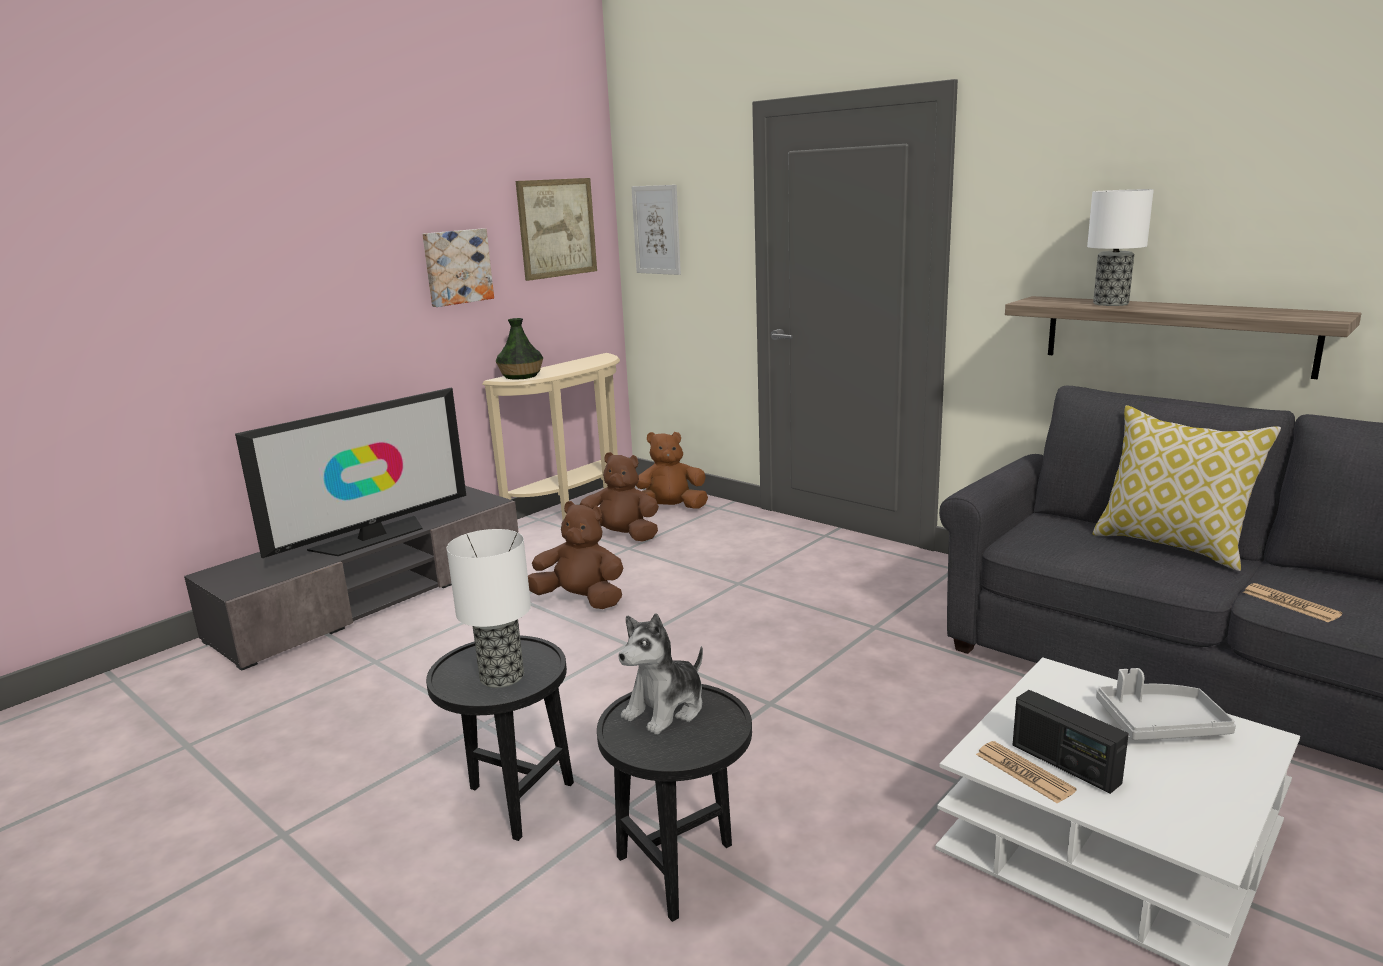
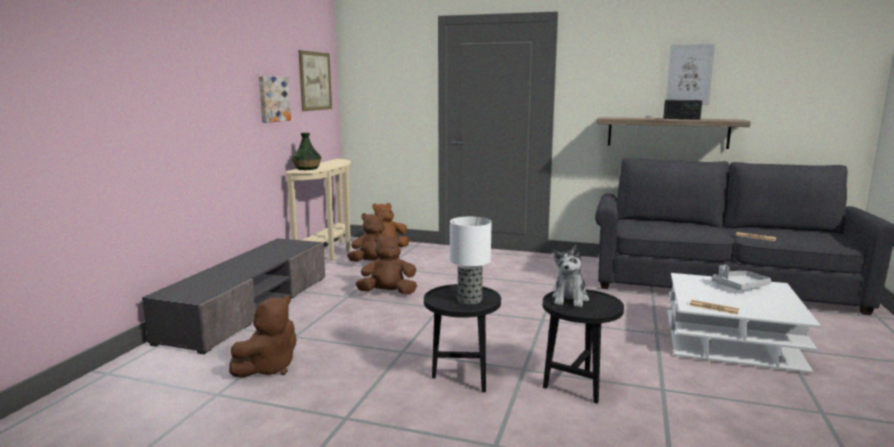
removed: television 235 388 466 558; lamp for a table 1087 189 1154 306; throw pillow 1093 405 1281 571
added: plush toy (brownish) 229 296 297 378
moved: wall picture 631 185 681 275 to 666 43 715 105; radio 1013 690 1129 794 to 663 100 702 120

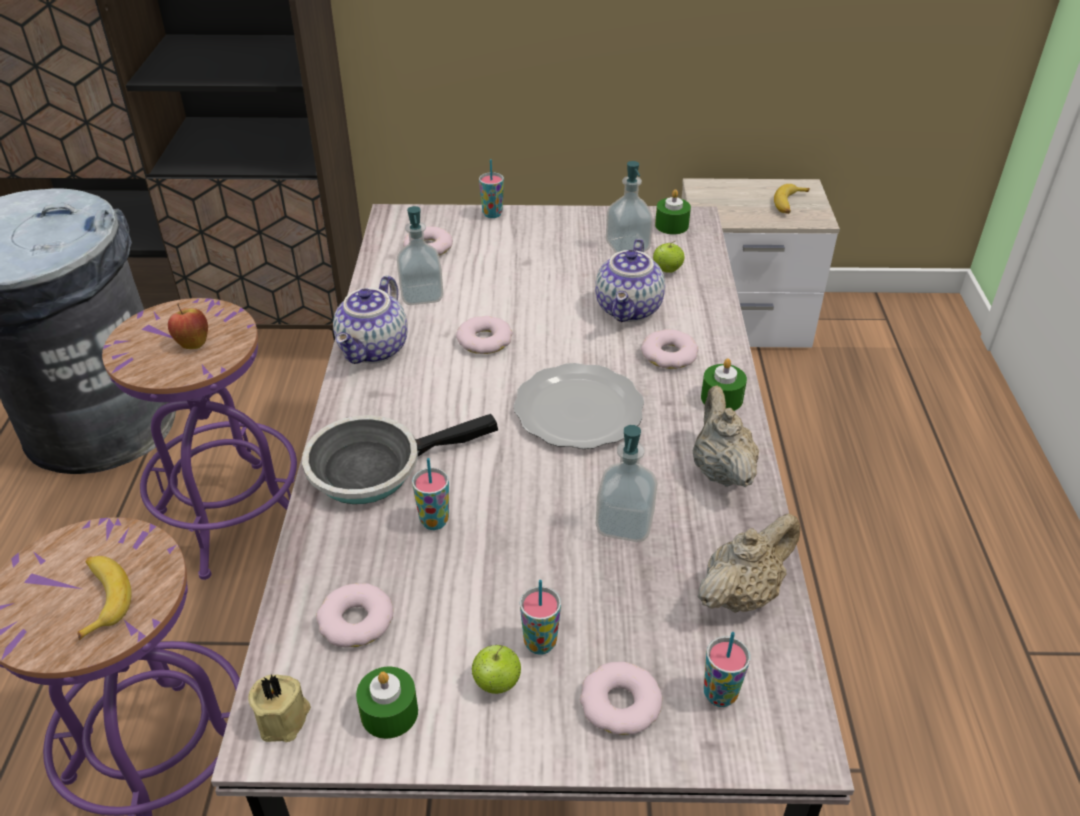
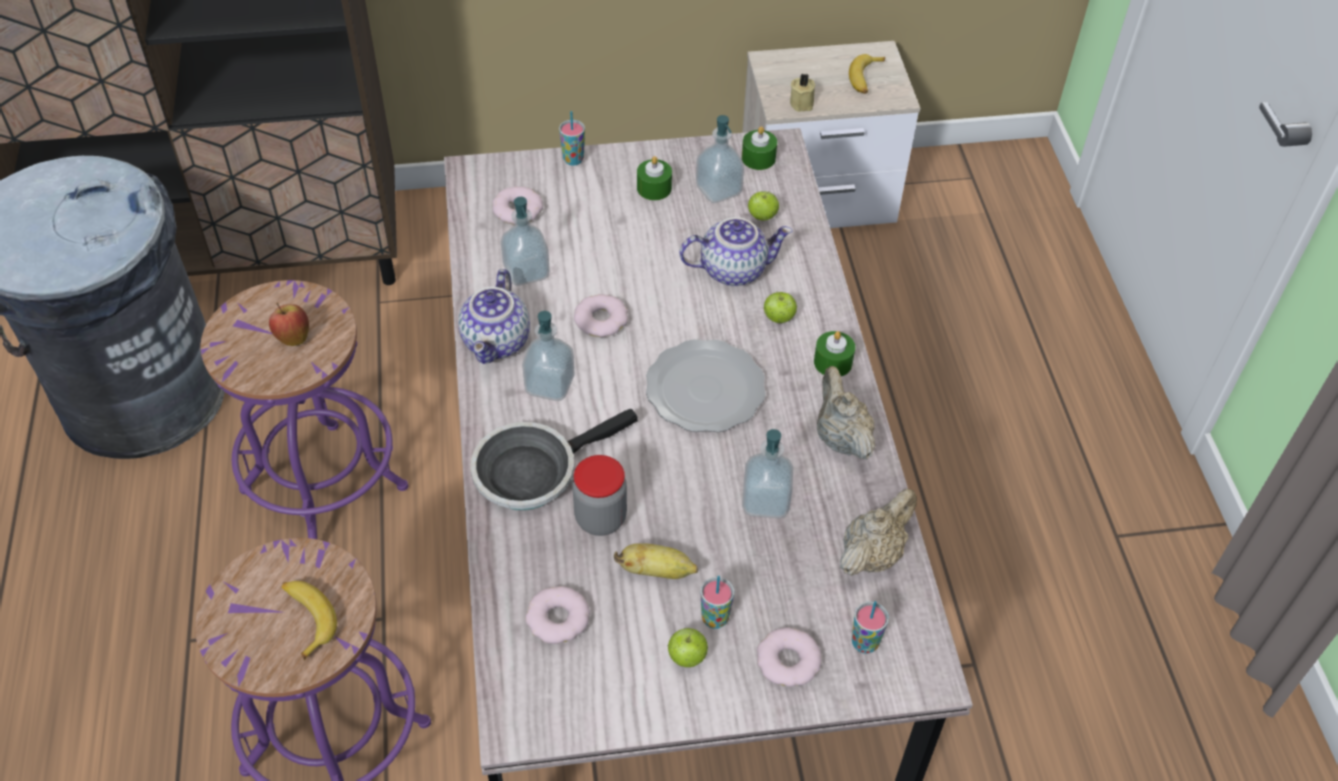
added: soap bottle 522 311 575 401; banana fruit 614 543 698 579
moved: candle (beige-coloured) 248 674 311 742 to 790 73 815 112; candle (green-coloured) 356 667 418 739 to 637 156 672 200
replaced: drinking cup 412 458 449 530 to preserve jar 572 455 627 536; doughnut 641 329 699 369 to apple fruit 764 291 797 323
turned: tea pot 595 238 665 322 = 679 217 792 286 105 degrees counterclockwise

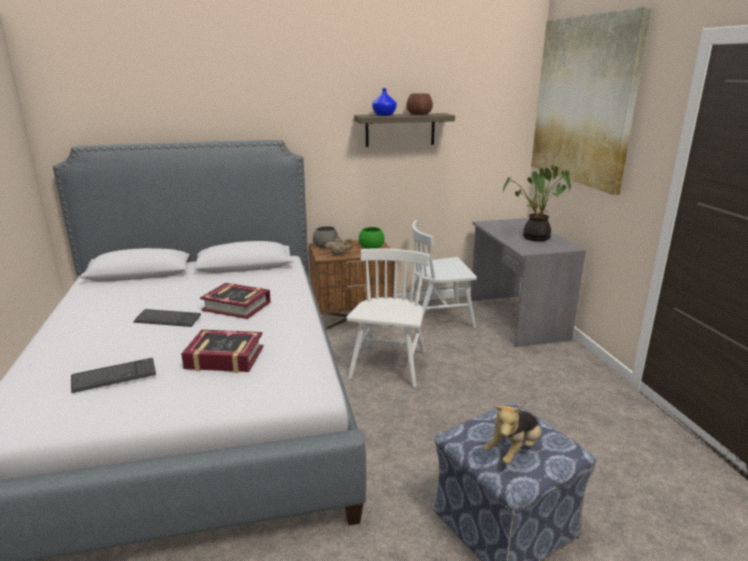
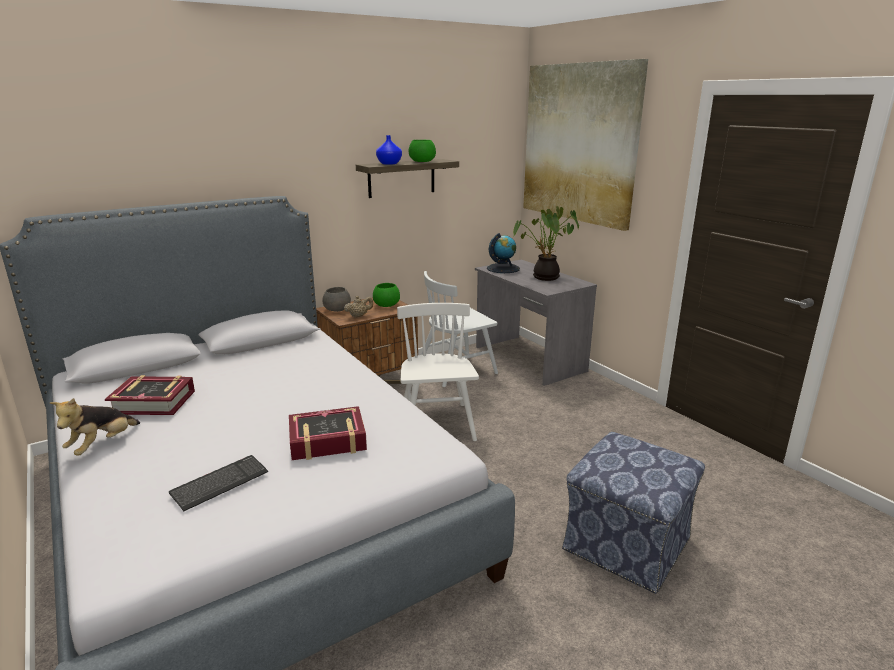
removed: computer keyboard 133 309 201 327
added: globe 487 233 520 273
moved: bound book 200 283 271 319 to 105 375 195 415; plush toy 484 406 541 464 to 50 398 140 456
recoloured: deep dish (brownish) 407 93 433 115 to deep dish (green-coloured) 409 140 436 162

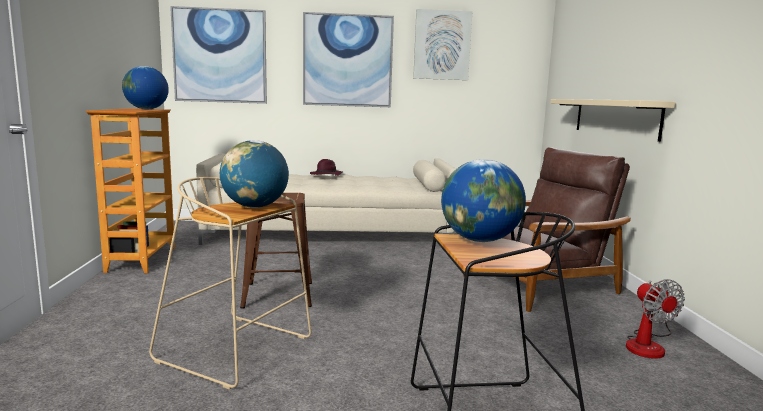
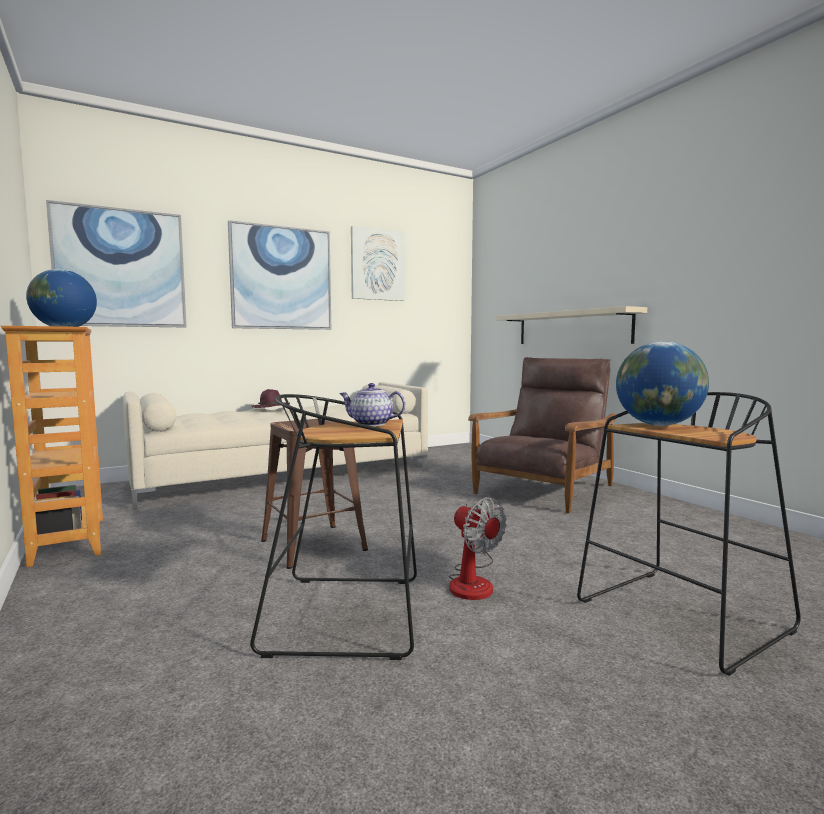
moved: cooling fan 626 279 685 359 to 449 497 507 600
replaced: globe 220 140 289 208 to tea pot 339 383 406 426
recoloured: stool (beige-coloured) 149 177 312 390 to stool (black-coloured) 250 394 417 660

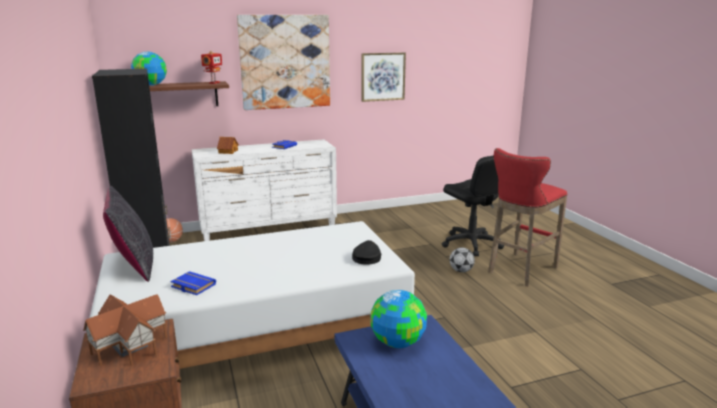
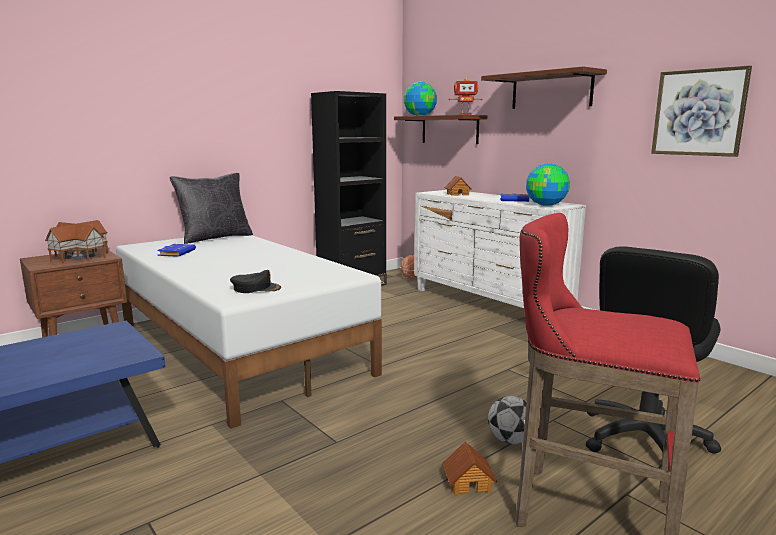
added: toy house 442 441 497 495
moved: globe 370 290 427 348 to 526 163 570 206
replaced: wall picture 237 15 330 110 to wall shelf (brownish) 481 66 607 109

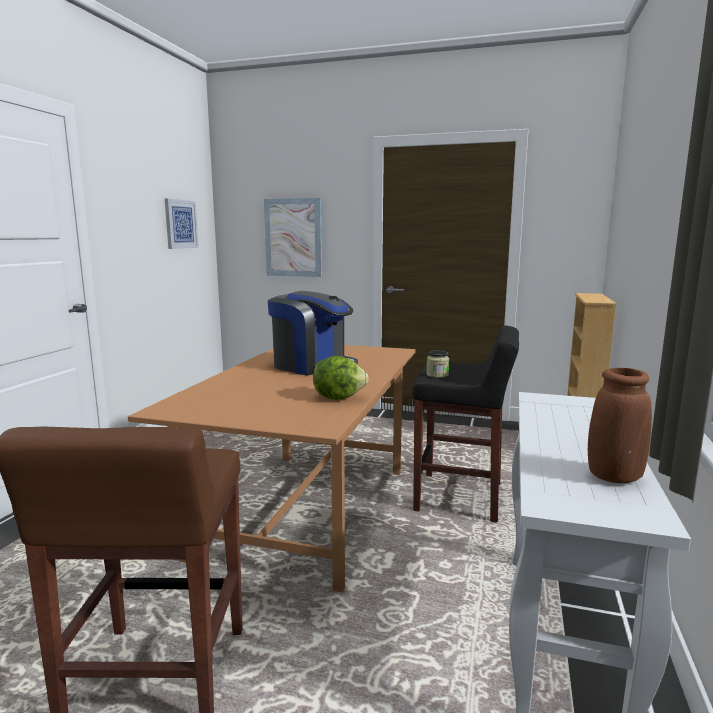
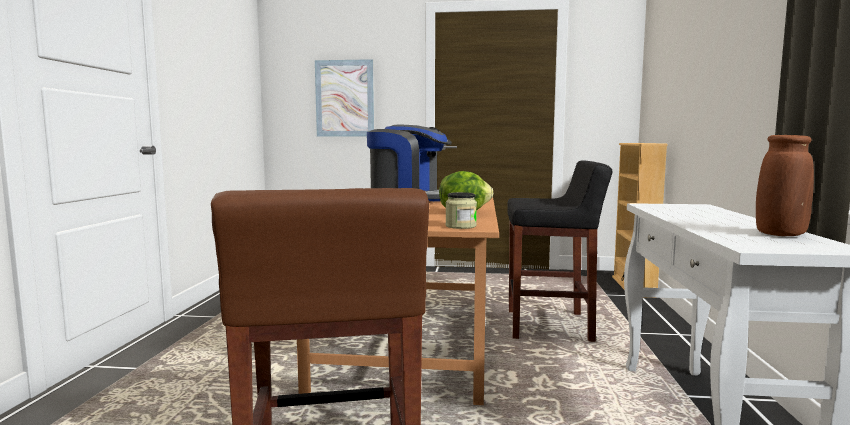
removed: wall picture 165 198 199 249
moved: preserve jar 426 350 449 378 to 445 192 477 229

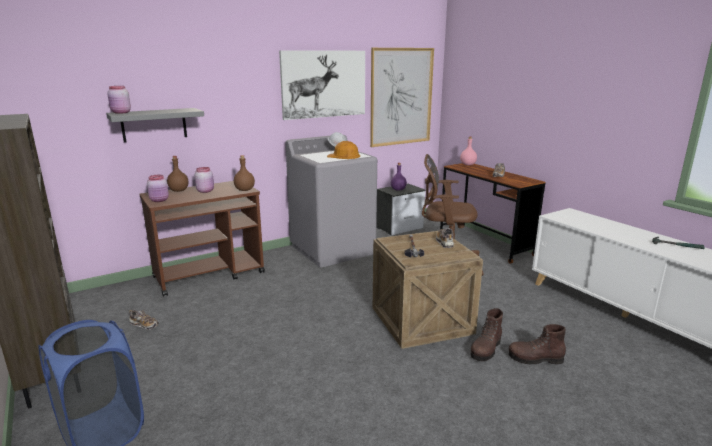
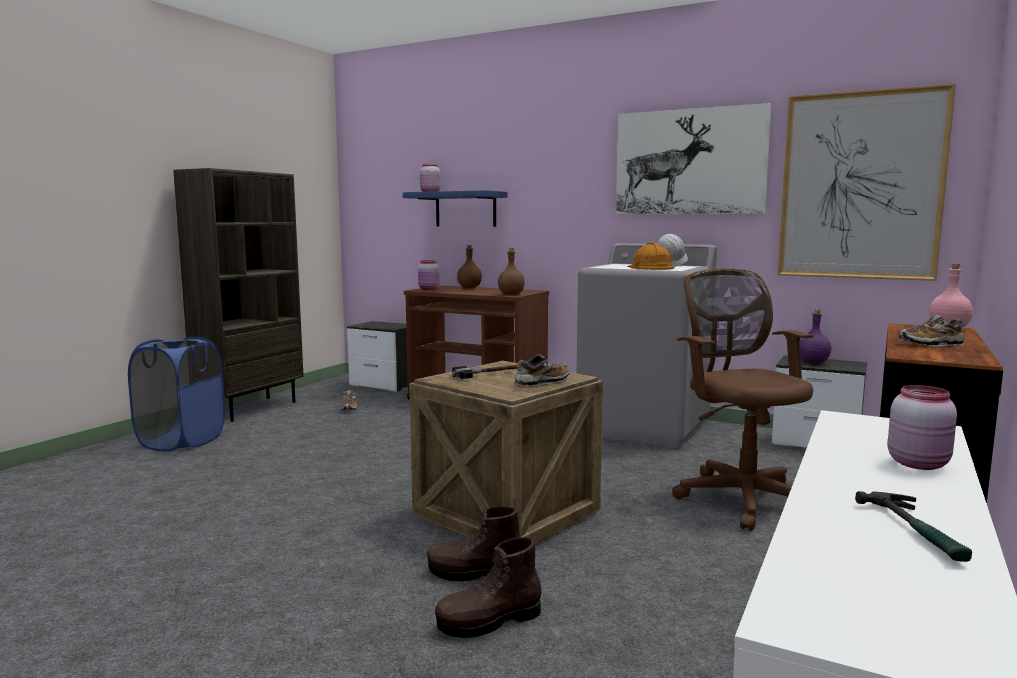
added: nightstand 347 321 408 392
moved: preserve jar (pinkish) 195 167 214 193 to 887 385 957 470
recoloured: wall shelf (grey) 106 108 204 143 to wall shelf (bluish) 403 190 507 227
turned: boot (brownish) 509 324 566 364 = 435 537 541 638 90 degrees counterclockwise

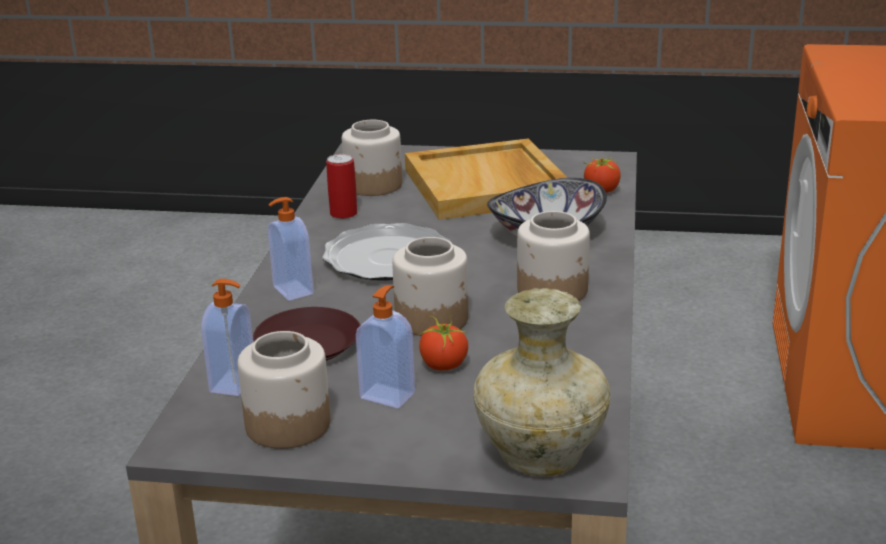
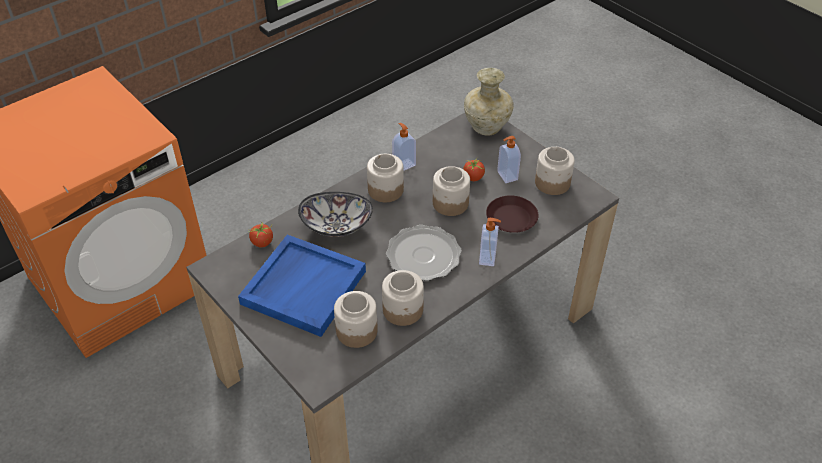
moved: soap bottle 201 279 253 396 to 392 123 416 171
replaced: metal can 326 154 357 219 to preserve jar 382 270 424 326
recoloured: tray (beige-coloured) 405 139 567 220 to tray (bluish) 238 235 366 337

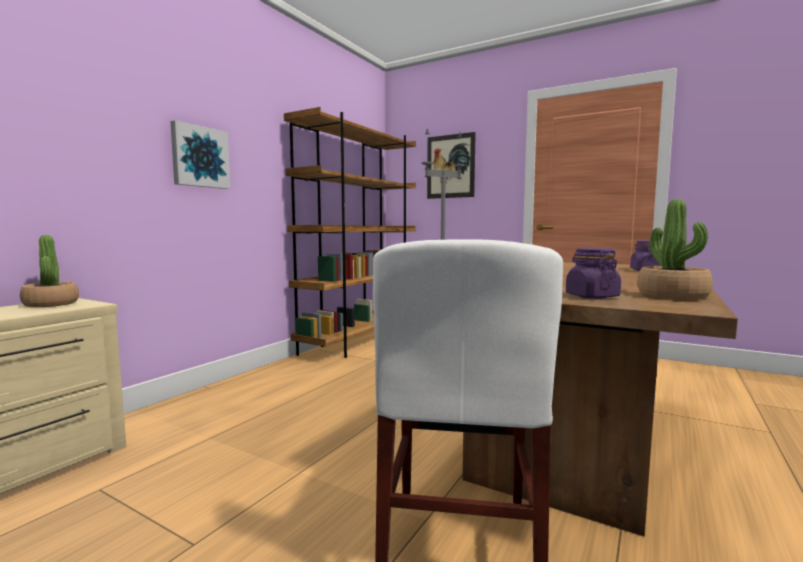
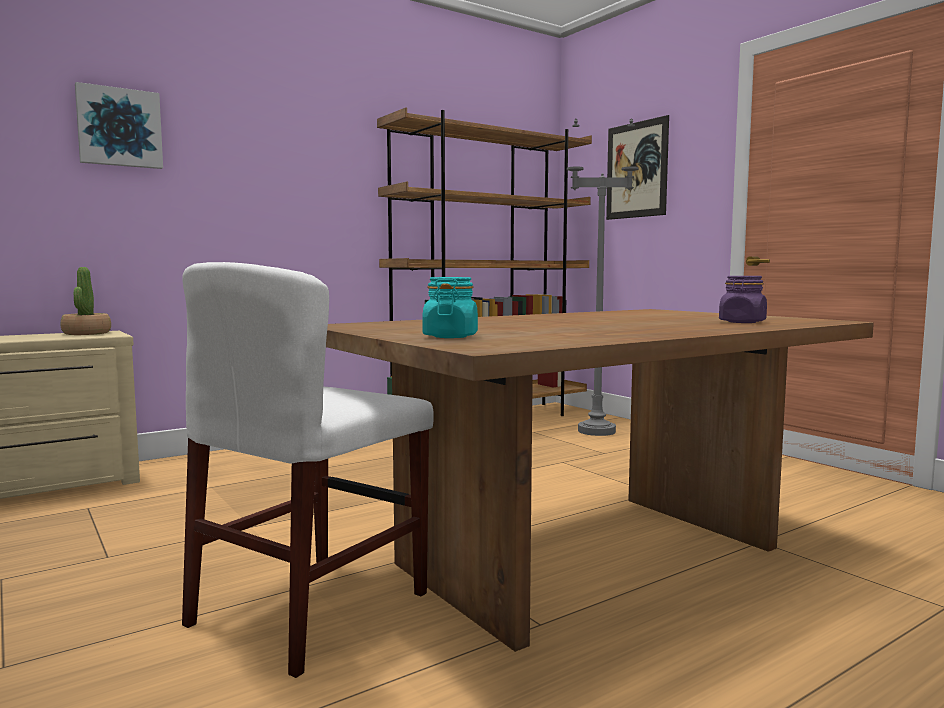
removed: plant in a pot 637 199 713 300
moved: wall picture 170 120 230 189 to 75 82 163 169
recoloured: preserve jar (purple-coloured) 566 248 621 299 to preserve jar (turquoise) 423 277 478 338

